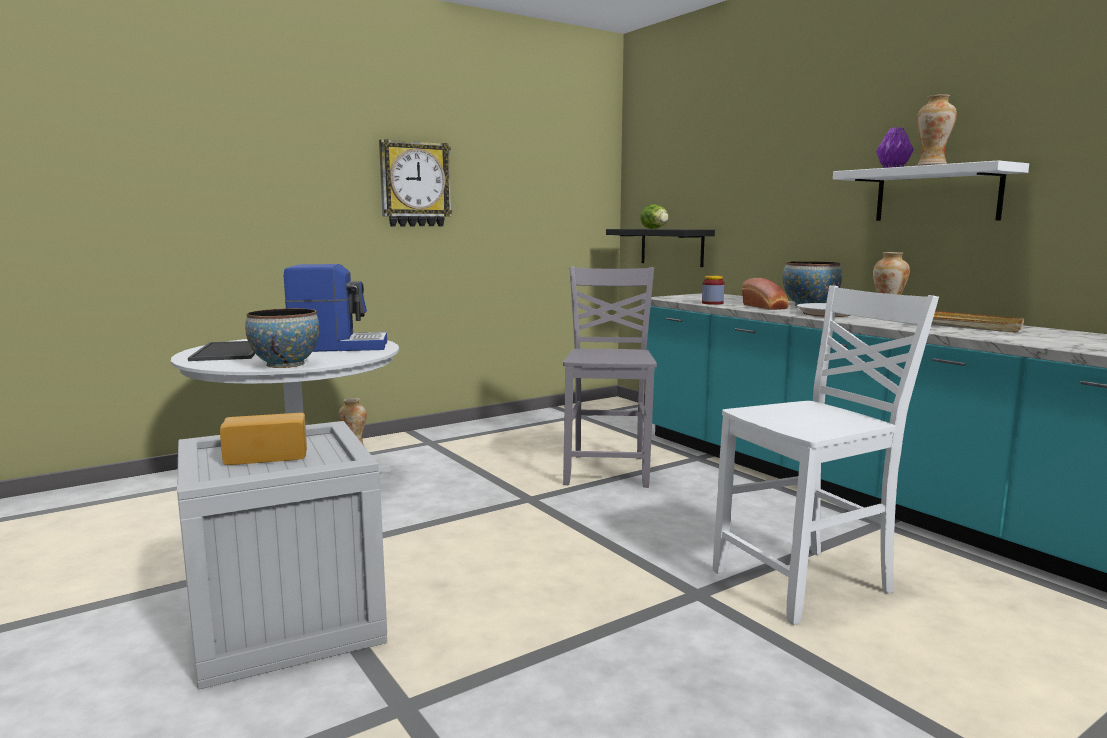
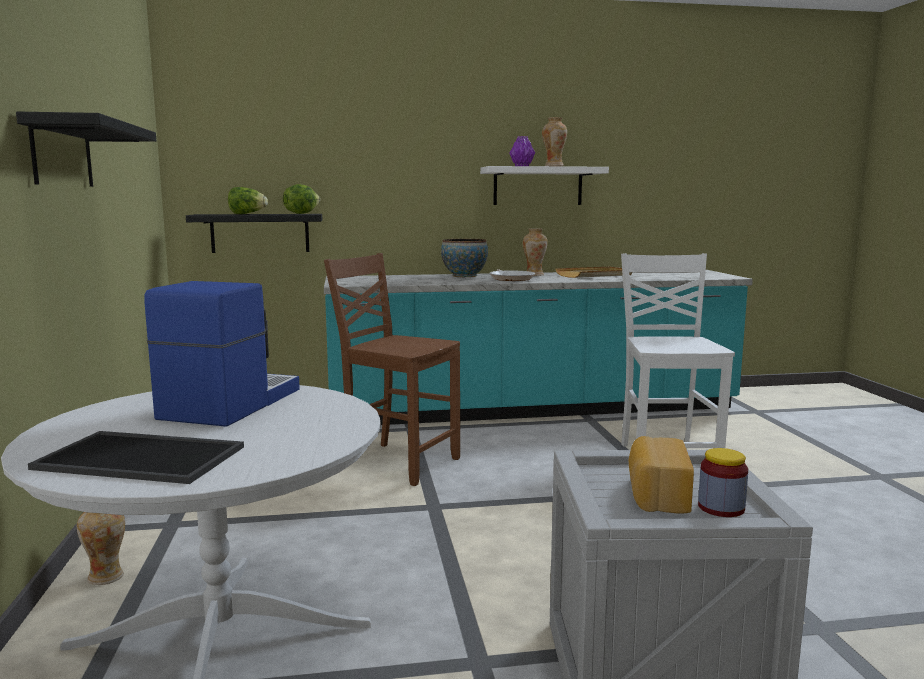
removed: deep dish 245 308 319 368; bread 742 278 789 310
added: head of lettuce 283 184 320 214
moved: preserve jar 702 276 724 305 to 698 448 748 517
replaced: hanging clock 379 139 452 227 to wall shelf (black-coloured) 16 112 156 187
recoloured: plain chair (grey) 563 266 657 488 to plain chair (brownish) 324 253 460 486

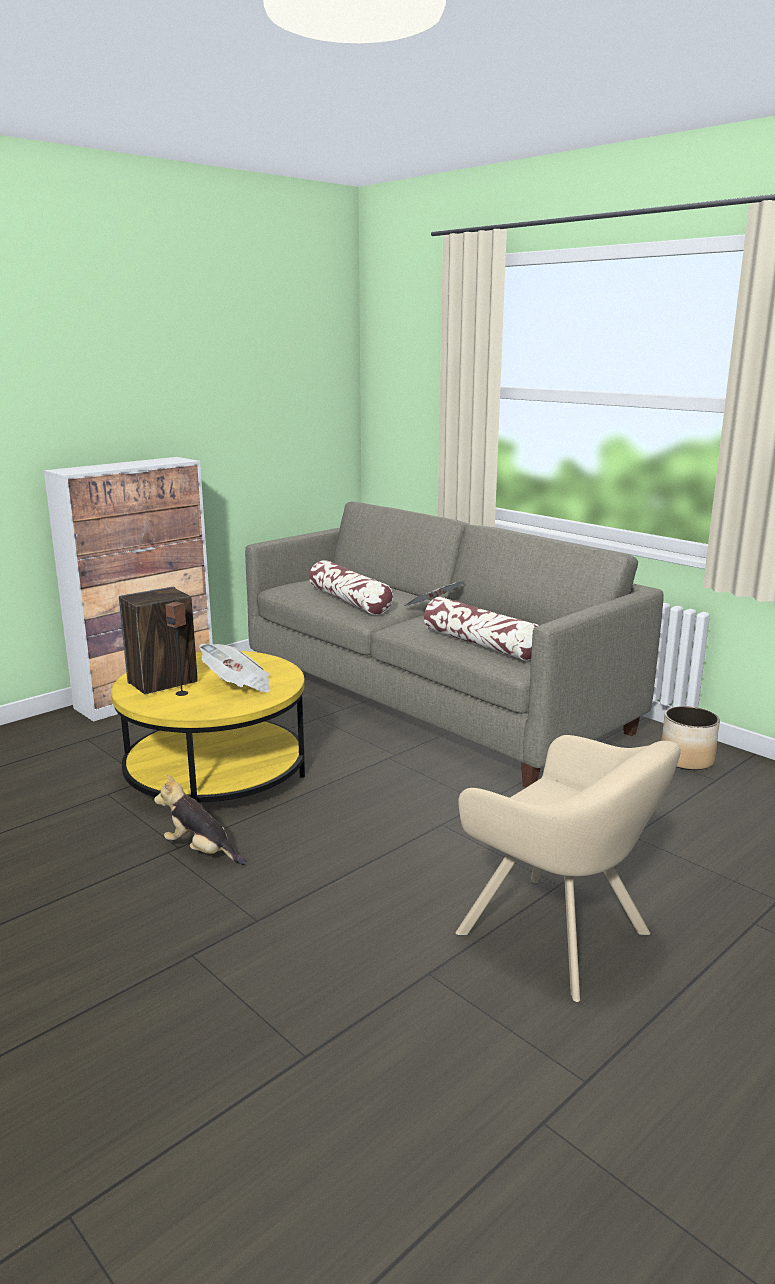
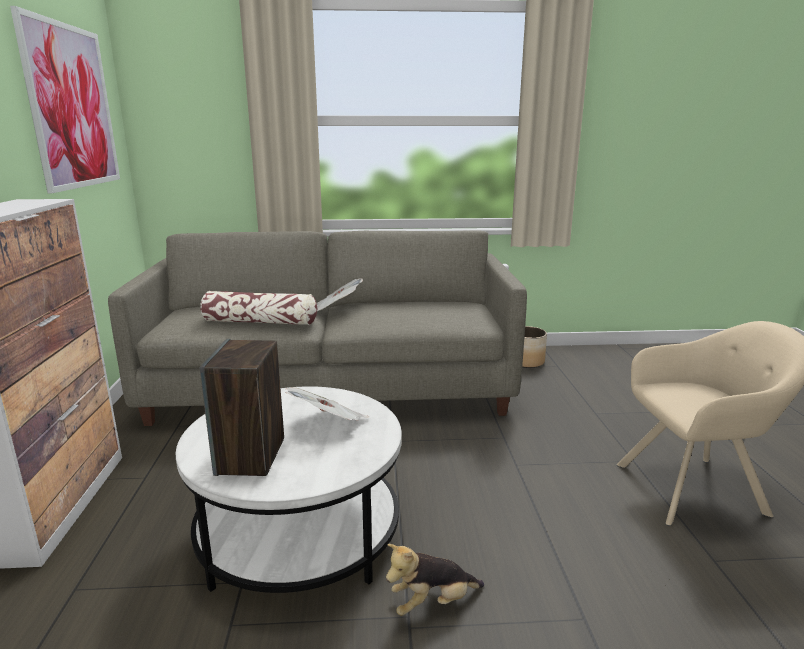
removed: audio speaker 165 602 188 696; throw pillow 424 597 539 661
added: wall picture 10 6 120 193
recoloured: lounge table (yellowish) 111 651 305 802 to lounge table (whitish) 176 386 402 593

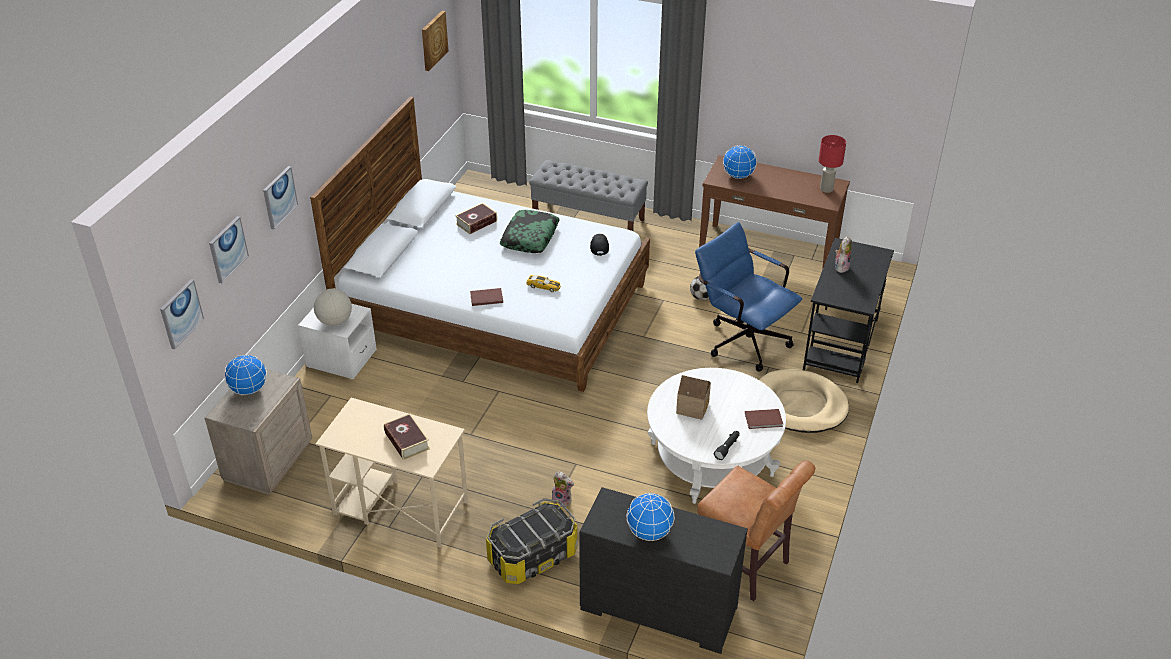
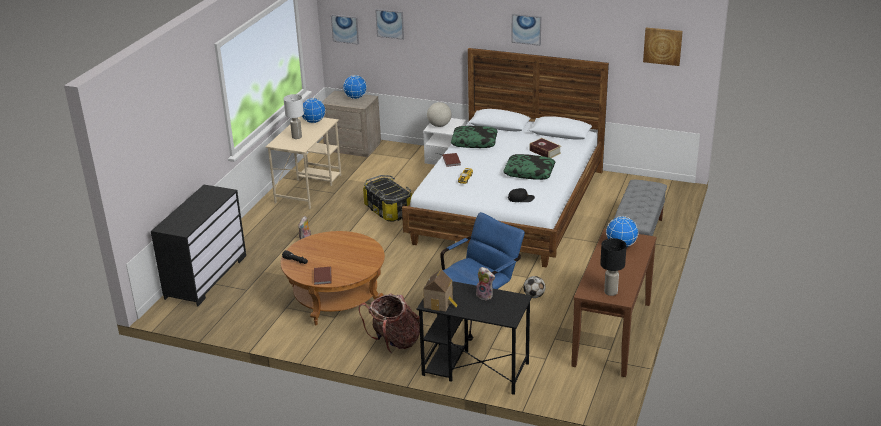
removed: plain chair (brownish) 697 460 815 601
added: throw pillow 451 126 498 148
moved: wall picture 263 166 298 229 to 512 14 541 46; storage box 486 498 578 584 to 363 175 413 222; globe 626 493 674 541 to 302 98 326 123; toy house 676 375 711 420 to 423 269 457 312
replaced: bound book 384 414 430 460 to lamp for a table (whitish) 283 94 304 139; dog bed (beige-coloured) 759 369 849 433 to backpack 359 293 420 354
recoloured: lounge table (whitish) 647 368 786 504 to lounge table (brownish) 280 231 385 326; lamp for a table (reddish) 819 135 846 193 to lamp for a table (black-coloured) 600 238 627 296

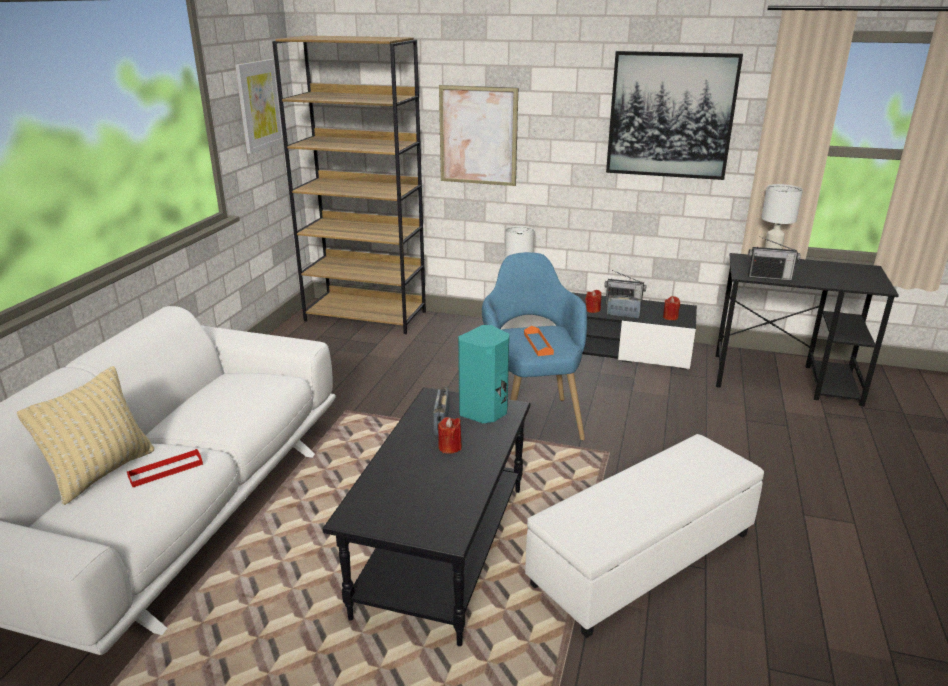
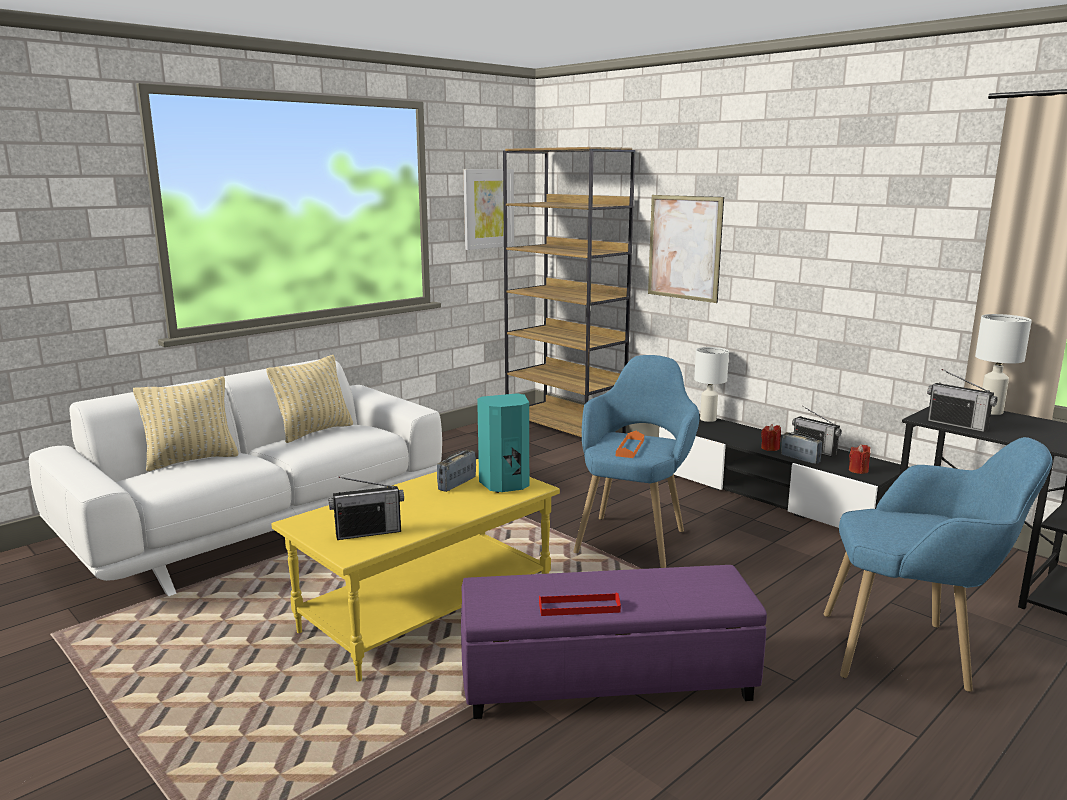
removed: candle (reddish) 438 417 462 454; wall picture 606 51 743 180
added: throw pillow (beige-coloured) 266 355 353 443; radio 329 477 404 540; lounge chair (bluish) 824 437 1052 692
moved: tray (reddish) 127 449 203 487 to 539 593 621 616
recoloured: lounge table (black-coloured) 323 387 530 646 to lounge table (yellowish) 271 459 560 682; footrest (whitish) 525 434 764 638 to footrest (purple-coloured) 461 565 767 719

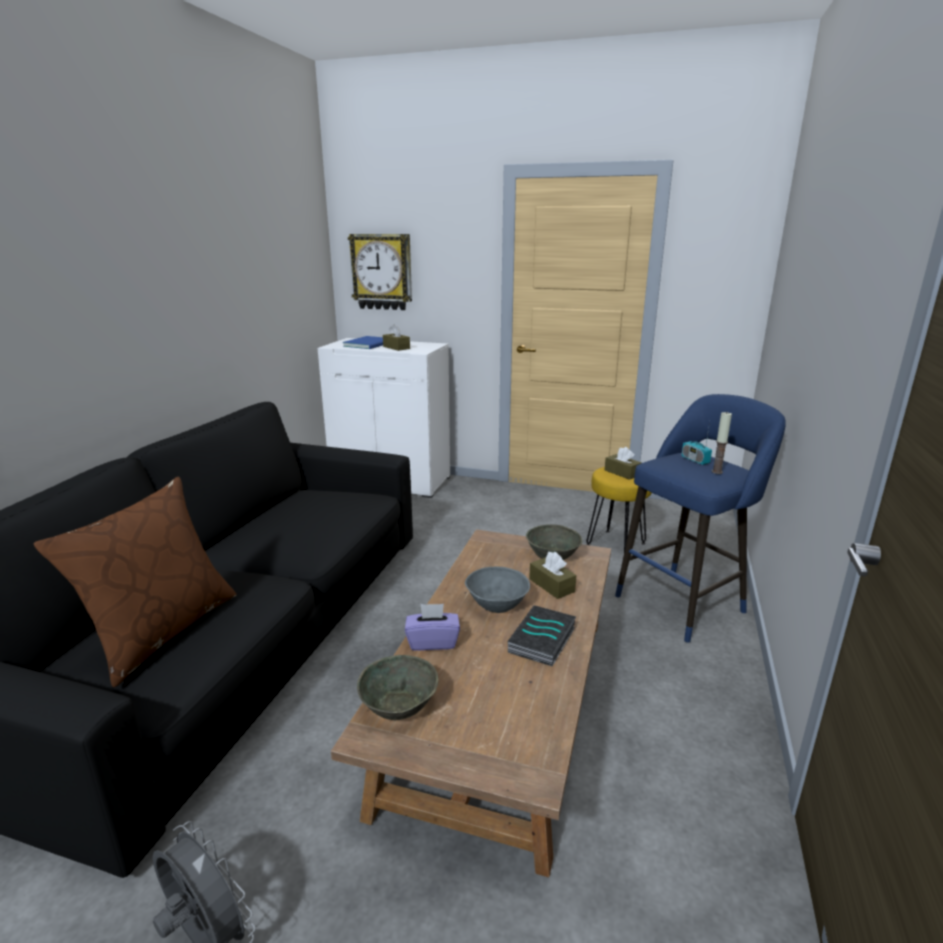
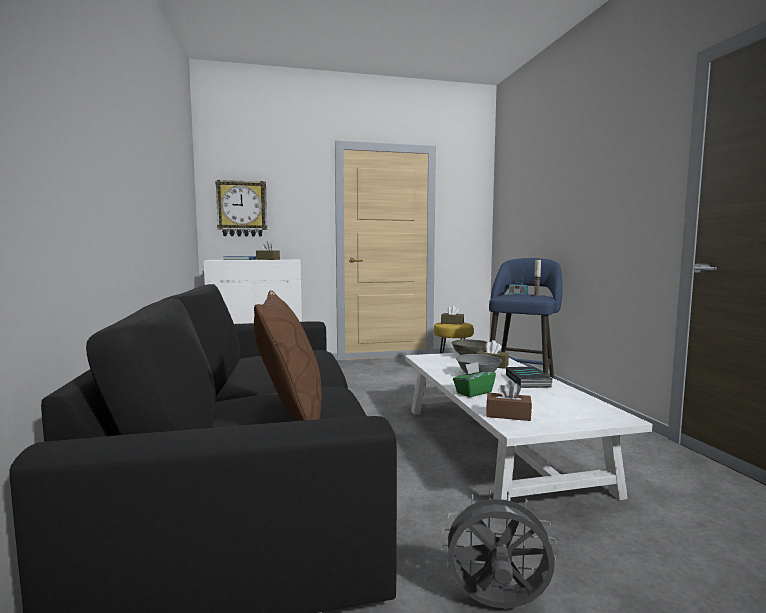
replaced: deep dish (grey) 357 655 438 720 to tissue holder (brownish) 486 380 532 421
recoloured: lounge table (brownish) 331 529 611 877 to lounge table (whitish) 405 353 652 501; tissue holder (purple-coloured) 405 604 460 651 to tissue holder (green-coloured) 453 362 496 397

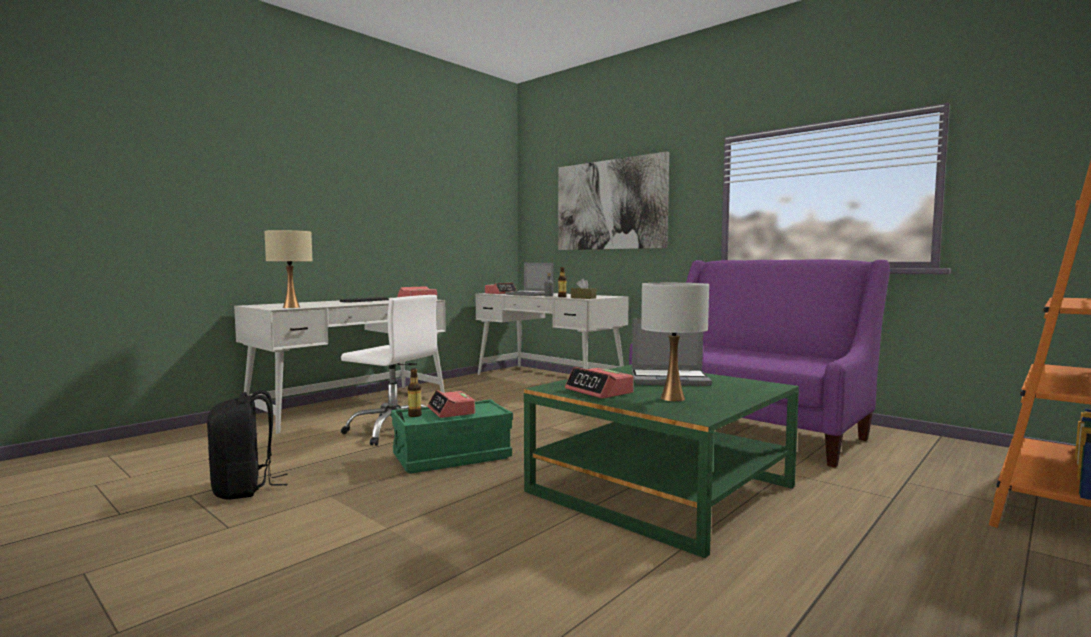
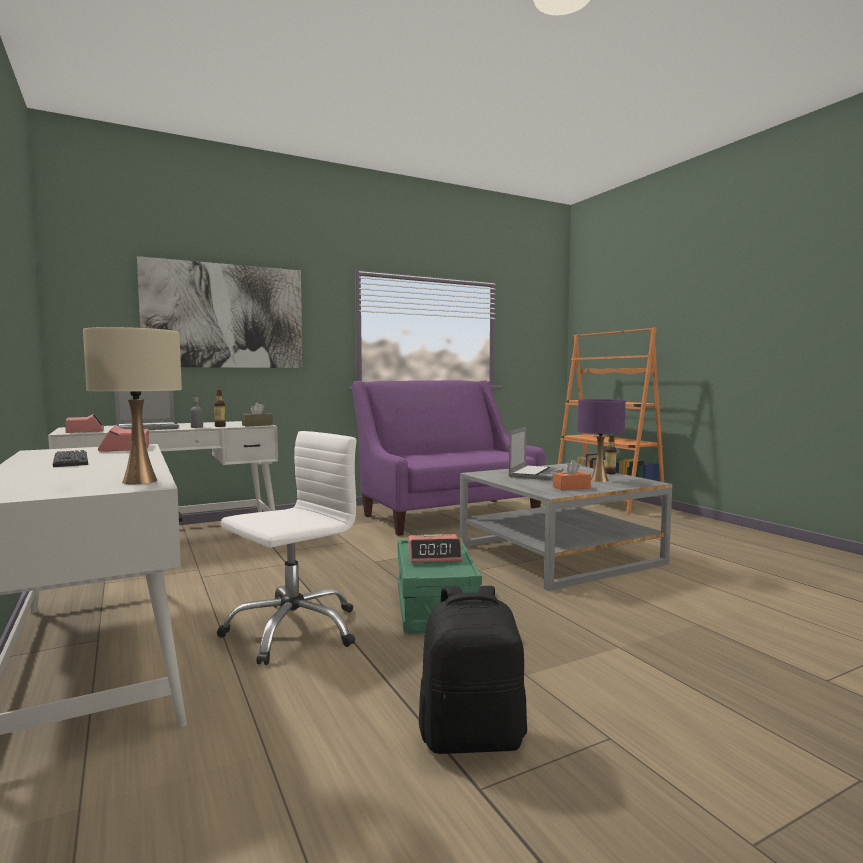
moved: bottle 408 368 422 417 to 605 434 617 474
replaced: alarm clock 565 367 634 399 to tissue holder (orange-coloured) 553 460 591 490
recoloured: lounge table (green-coloured) 524 364 799 558 to lounge table (grey) 460 463 672 591; lamp for a table (whitish) 641 283 709 402 to lamp for a table (purple-coloured) 578 399 626 482

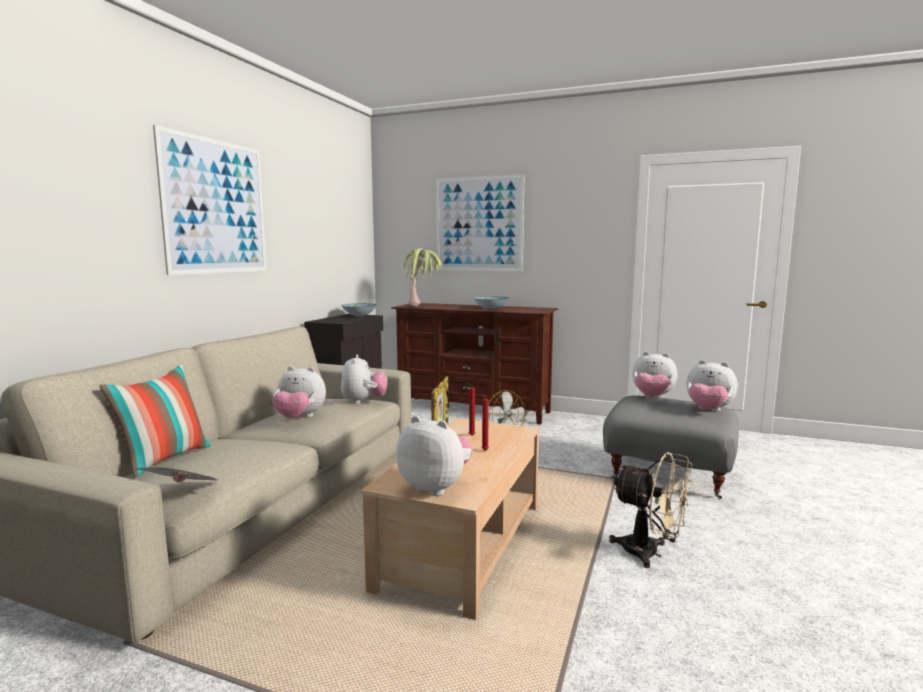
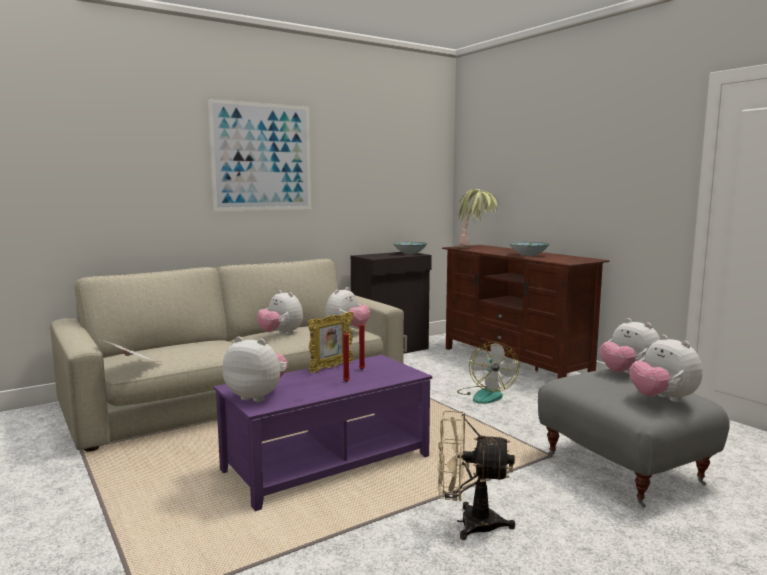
removed: throw pillow 99 365 211 478; wall picture 436 174 525 271
recoloured: lounge table (beige-coloured) 361 418 540 620 to lounge table (purple-coloured) 214 355 432 511
turned: plush toy 396 416 473 496 = 223 336 288 402 45 degrees counterclockwise; cooling fan (beige-coloured) 609 452 693 568 = 437 411 515 540 120 degrees clockwise

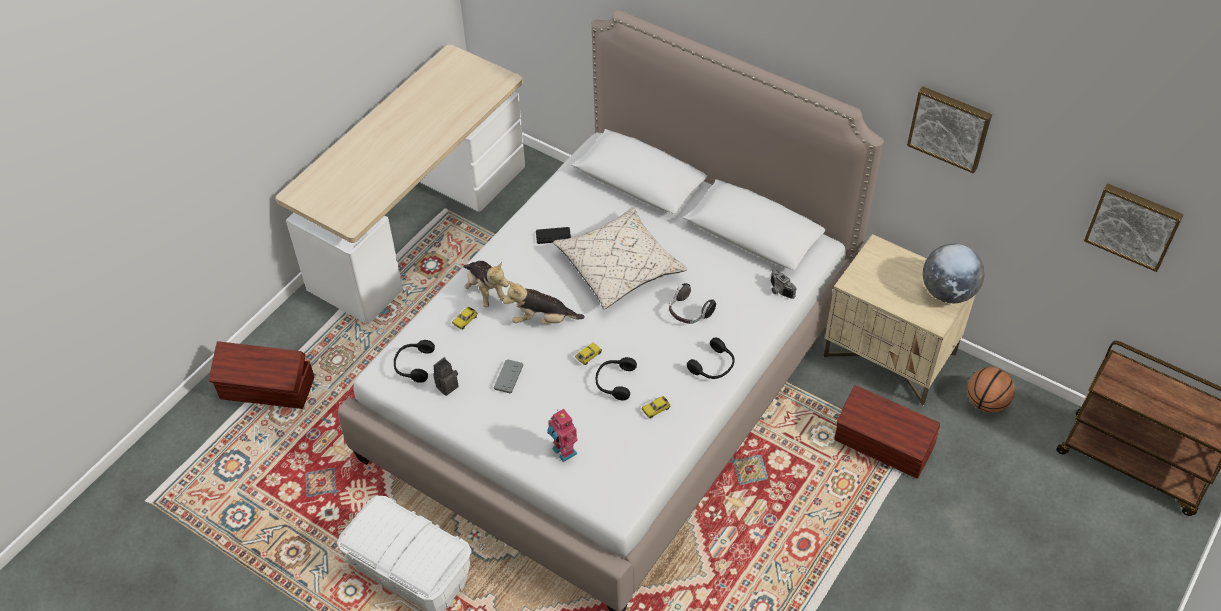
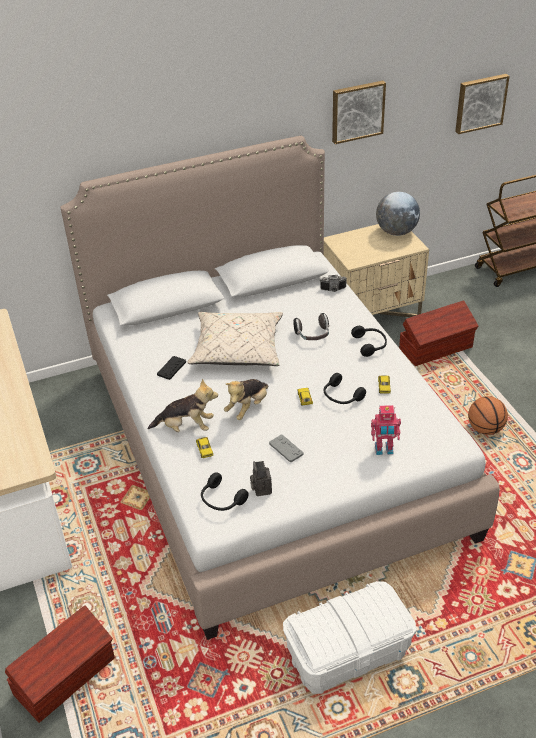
moved: basketball ball 967 367 1015 413 to 468 396 508 435

